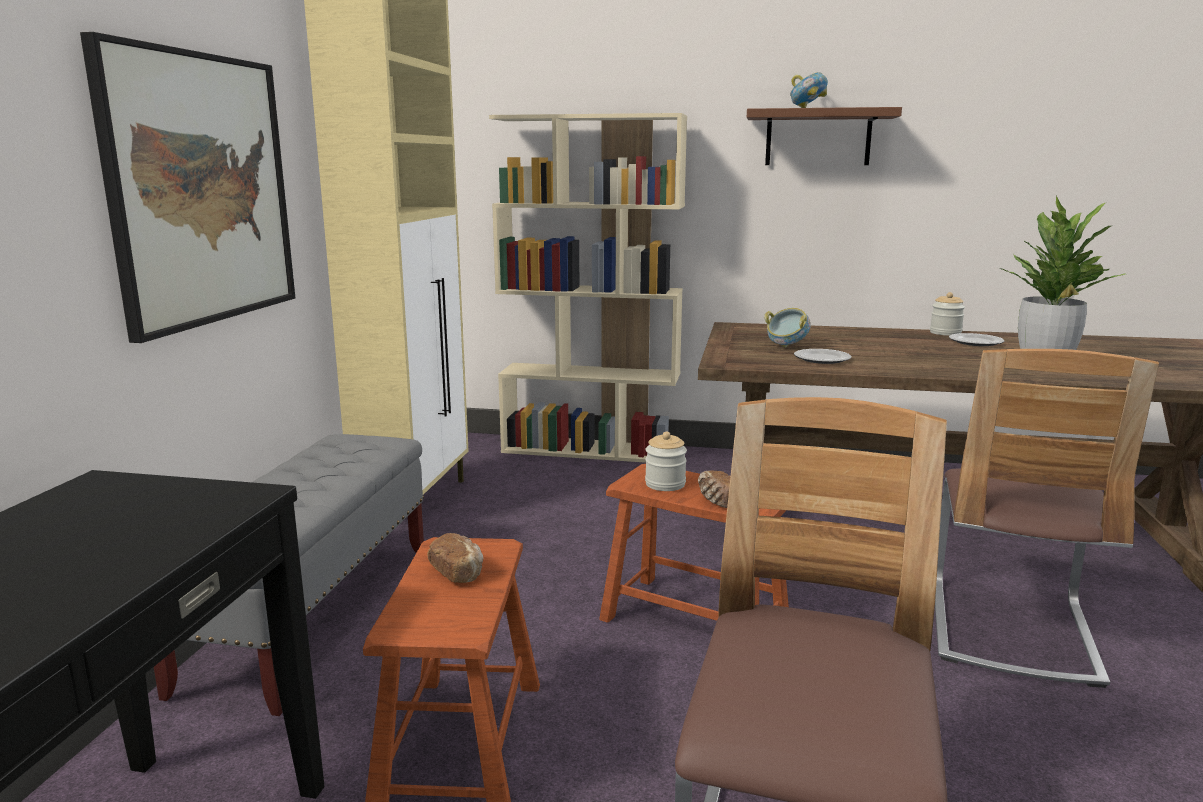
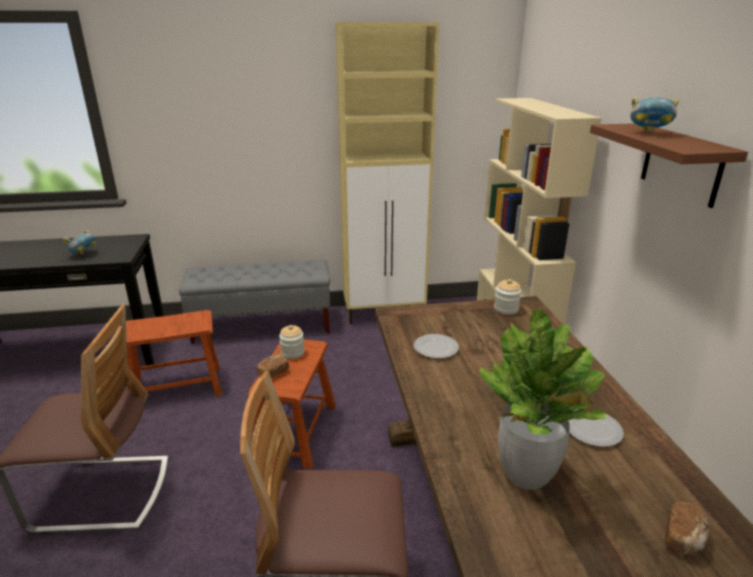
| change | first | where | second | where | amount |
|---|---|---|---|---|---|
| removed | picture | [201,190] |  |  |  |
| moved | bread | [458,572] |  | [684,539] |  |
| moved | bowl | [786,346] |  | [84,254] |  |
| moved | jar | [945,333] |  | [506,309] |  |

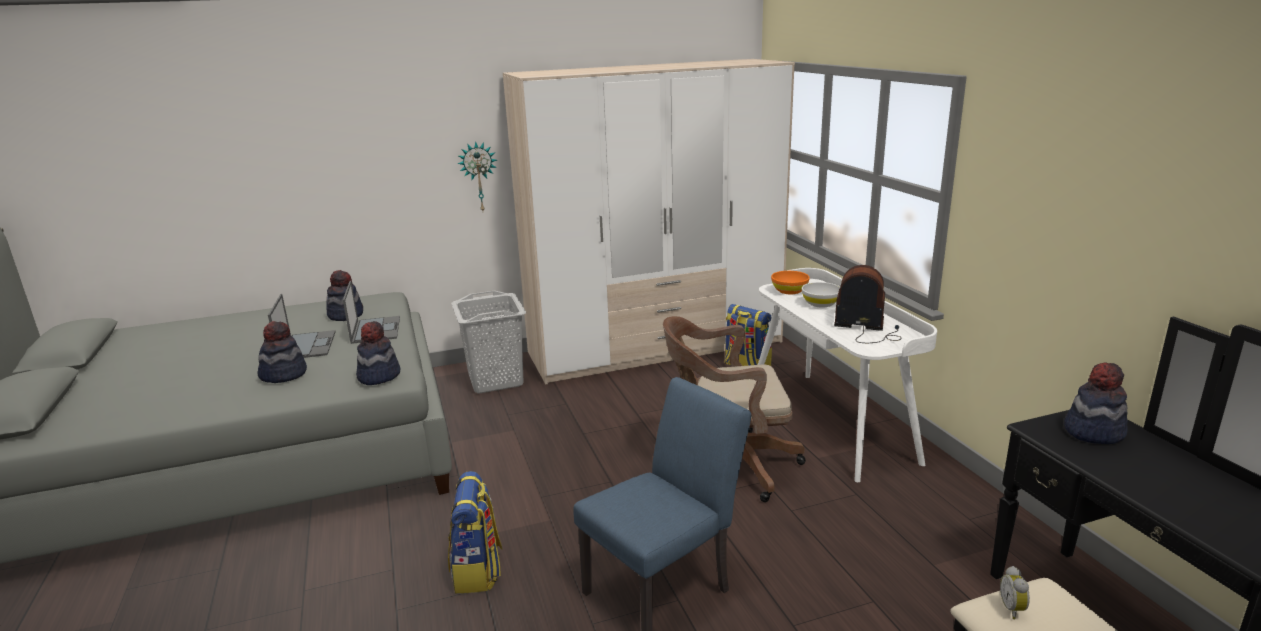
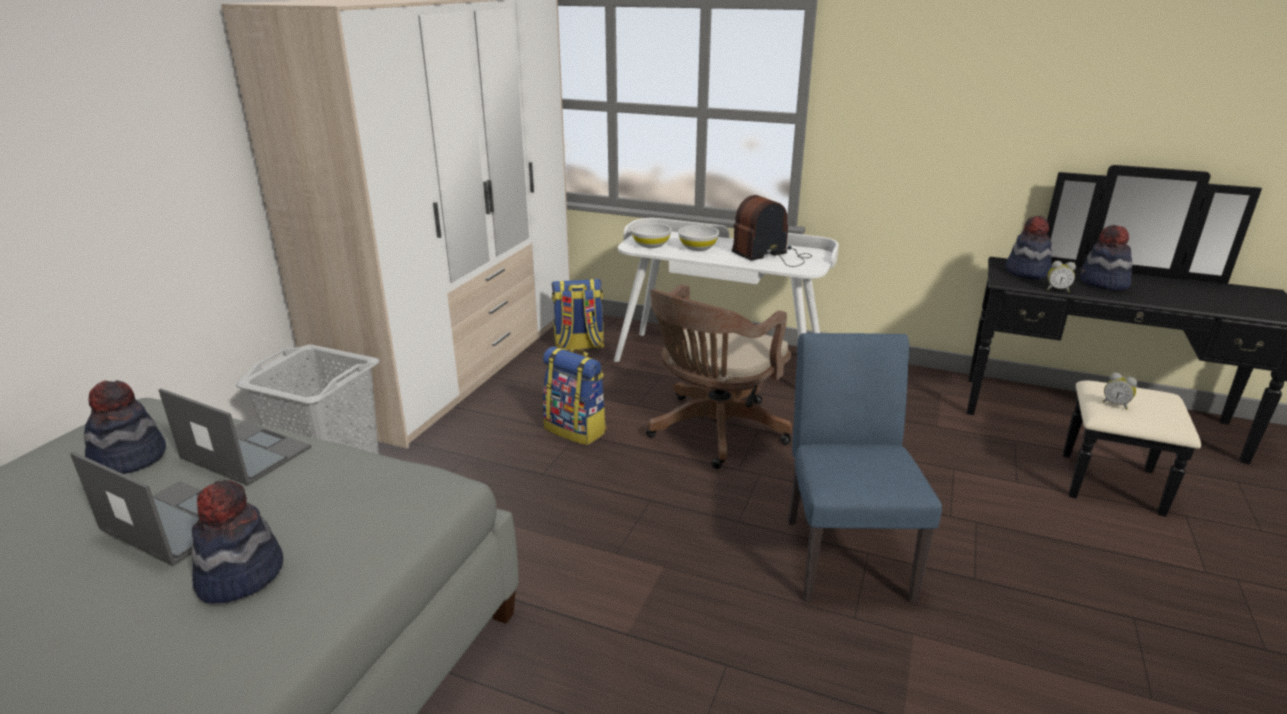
| change | first | where | second | where | amount |
|---|---|---|---|---|---|
| removed | wall clock | [478,177] |  |  |  |
| added |  |  | alarm clock | [1057,289] |  |
| moved | hat | [378,376] |  | [1103,283] |  |
| moved | backpack | [478,571] |  | [576,430] |  |
| recoloured | orange bowl | [789,291] | white bowl | [651,245] |  |

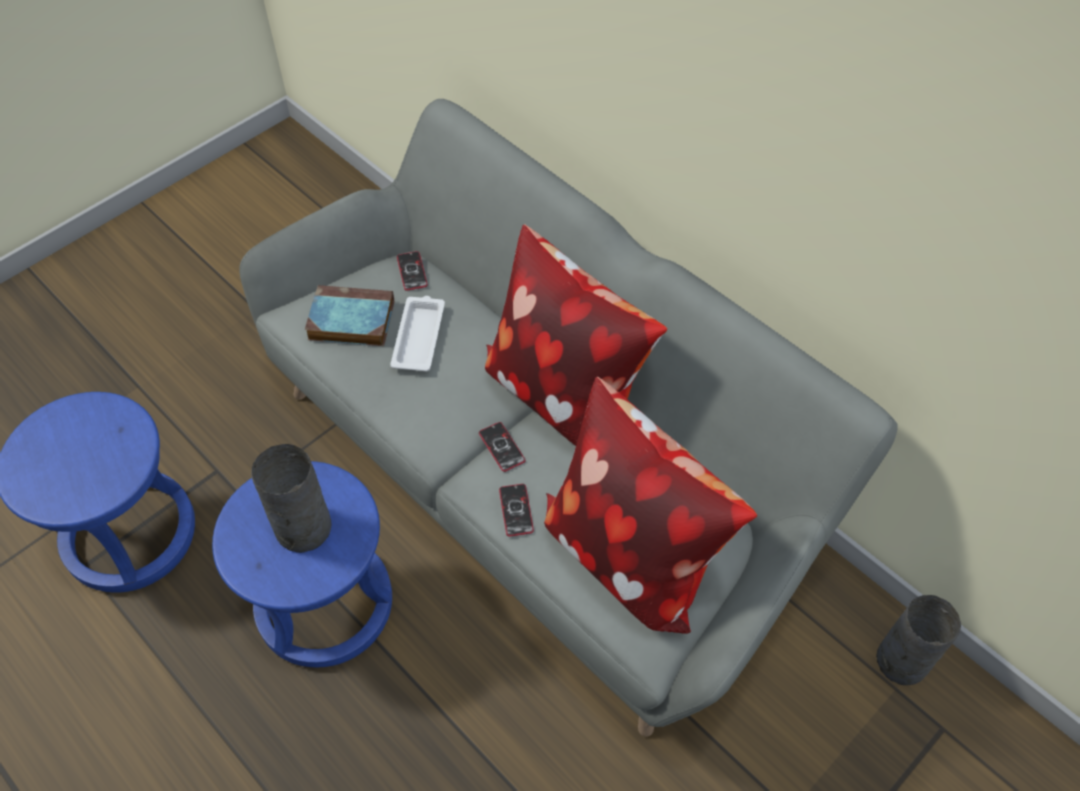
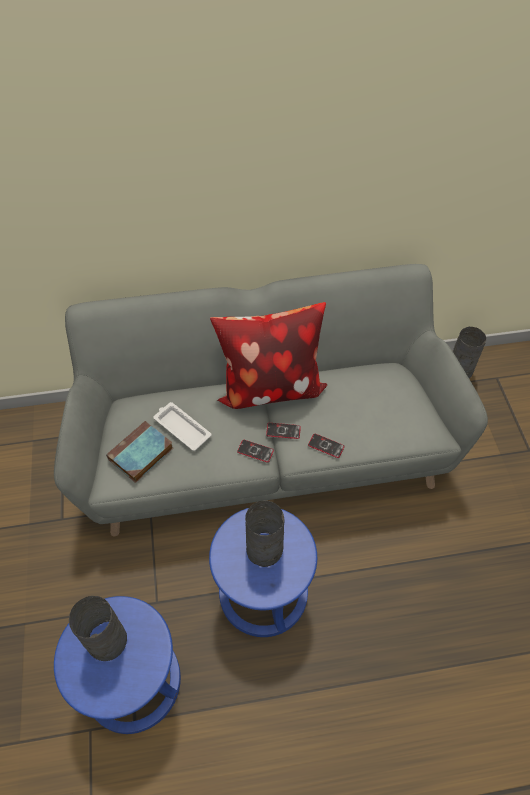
| change | first | where | second | where | amount |
|---|---|---|---|---|---|
| removed | pillow | [631,551] |  |  |  |
| added |  |  | grey vase | [106,641] |  |
| moved | phone | [412,271] |  | [255,451] |  |

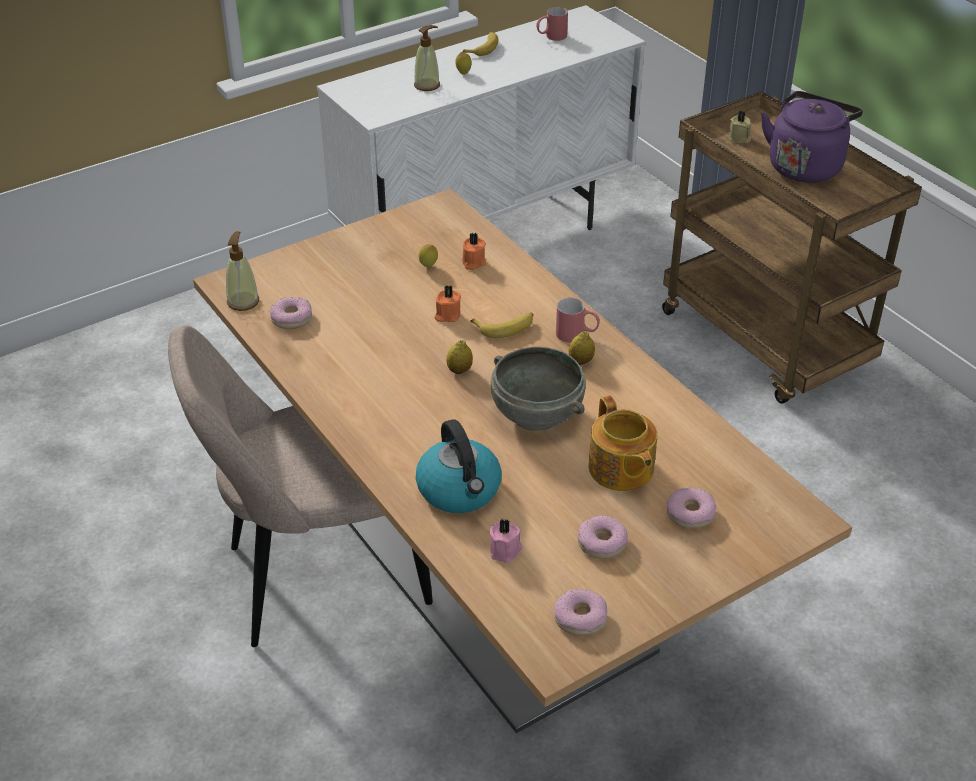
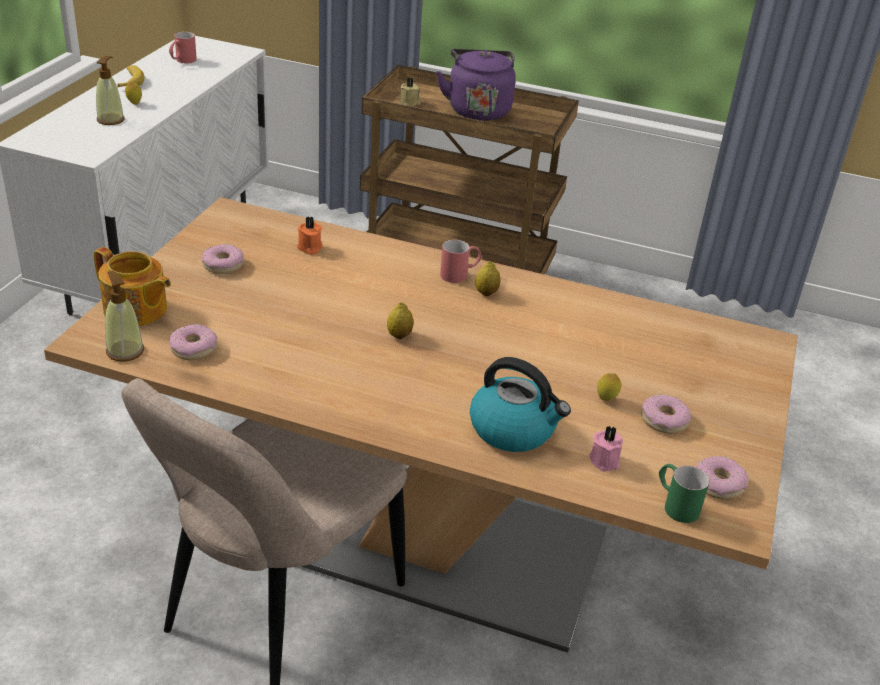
| change | first | where | second | where | amount |
|---|---|---|---|---|---|
| removed | orange candle | [447,315] |  |  |  |
| removed | banana | [505,327] |  |  |  |
| removed | grey bowl | [535,414] |  |  |  |
| added |  |  | green mug | [675,504] |  |
| moved | lemon | [428,266] |  | [606,399] |  |
| moved | teapot | [621,469] |  | [136,310] |  |
| moved | donut | [690,513] |  | [223,265] |  |

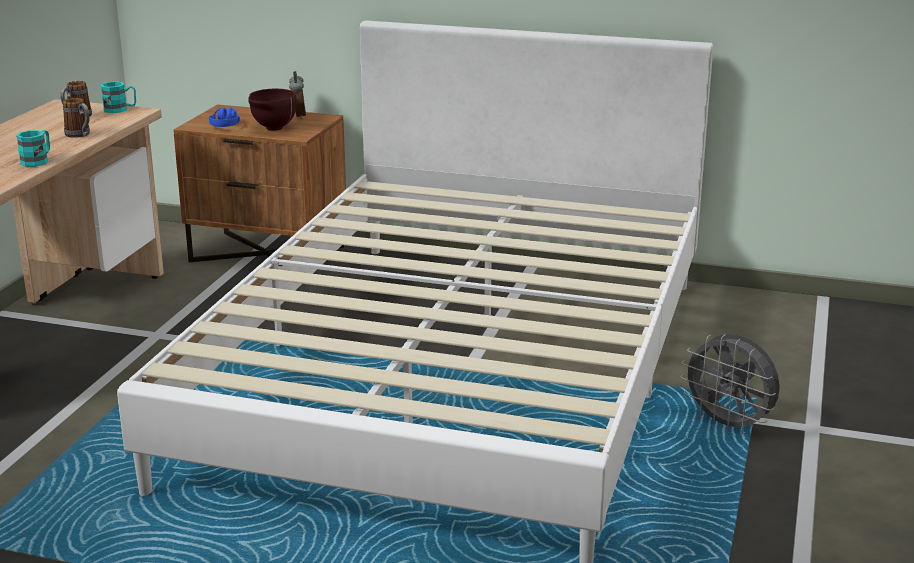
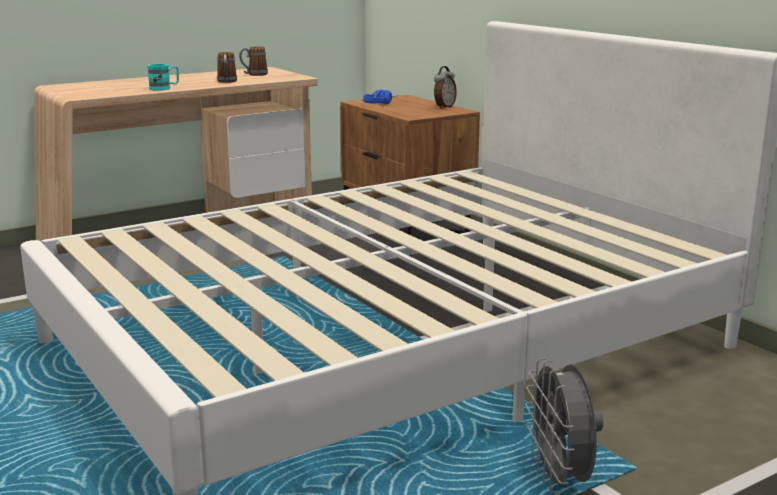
| change | first | where | second | where | amount |
|---|---|---|---|---|---|
| removed | turquoise mug | [120,110] |  |  |  |
| removed | brown bowl | [272,129] |  |  |  |

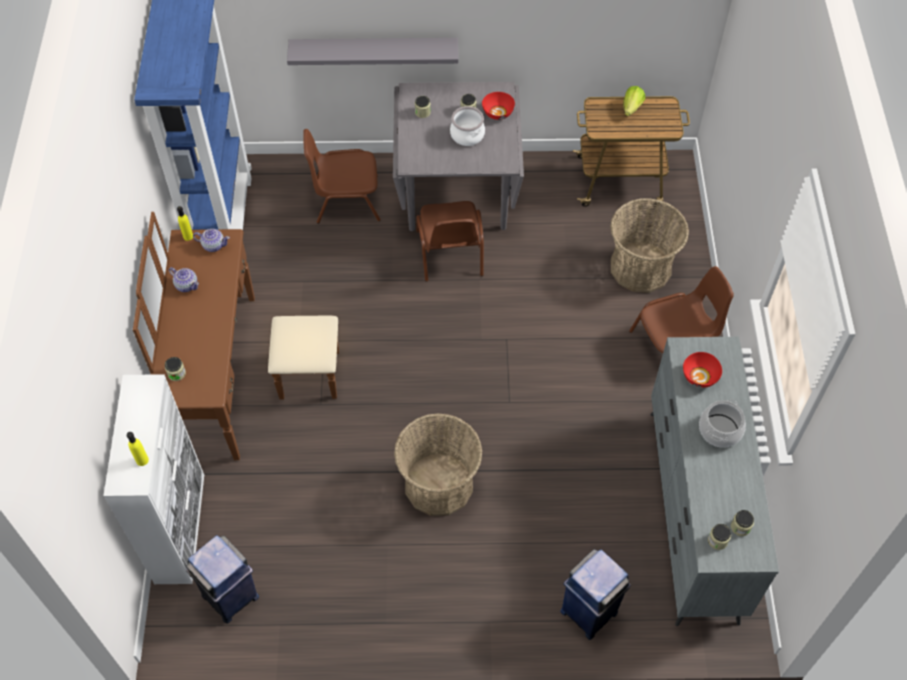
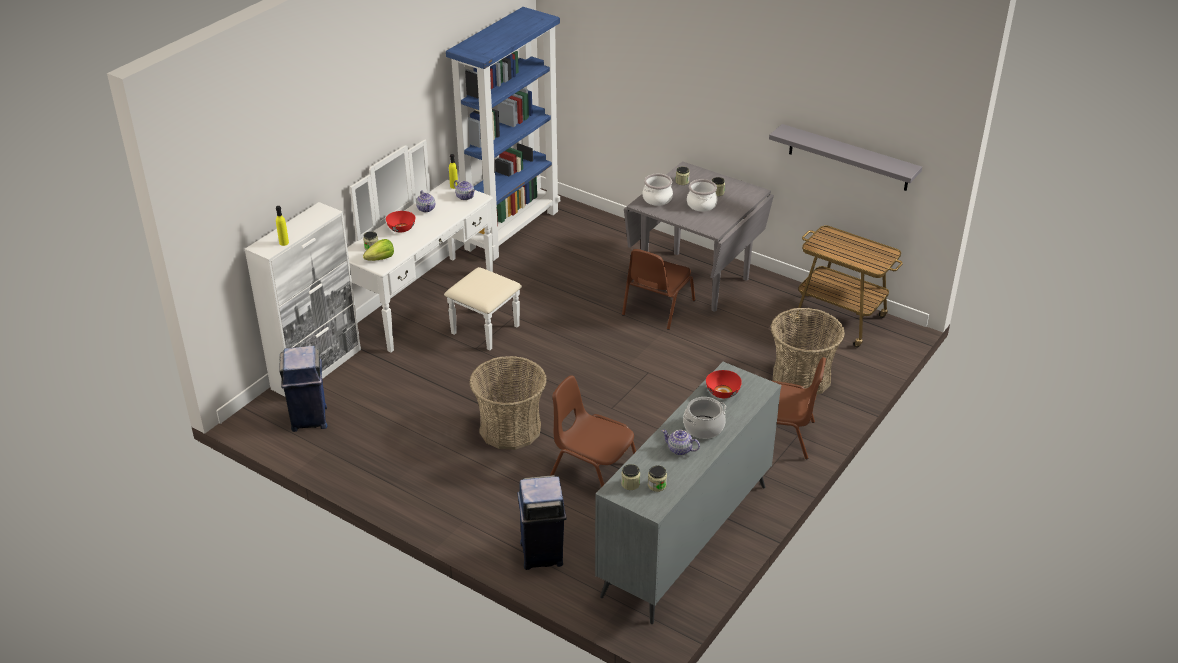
| change | first | where | second | where | amount |
|---|---|---|---|---|---|
| added |  |  | cooking pot | [657,199] |  |
| added |  |  | teapot | [680,450] |  |
| moved | grey shelf | [374,51] |  | [848,158] |  |
| moved | brown chair | [346,199] |  | [593,469] |  |
| moved | red bowl | [497,113] |  | [401,229] |  |
| moved | lettuce | [631,108] |  | [381,259] |  |
| recoloured | brown dresser | [237,374] | white dresser | [437,308] |  |

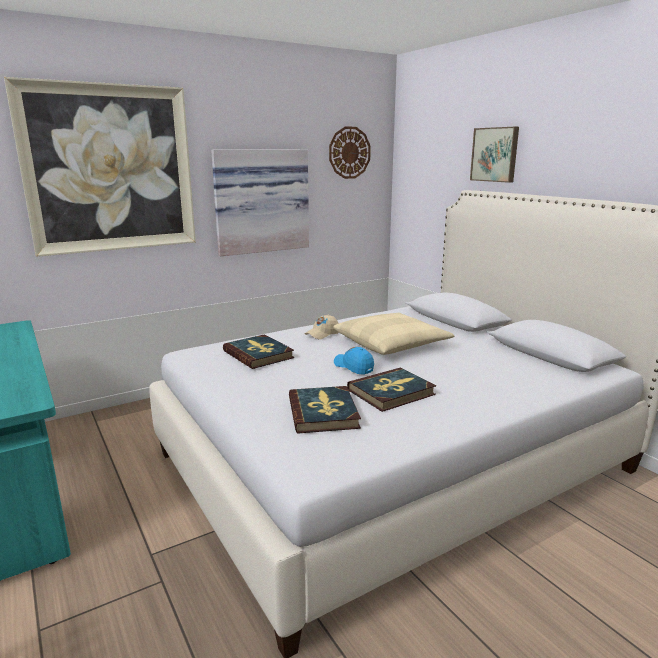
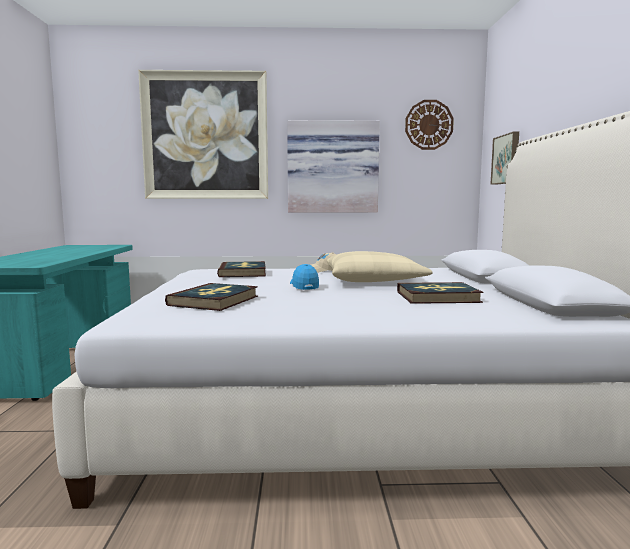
| change | first | where | second | where | amount |
|---|---|---|---|---|---|
| moved | book | [391,392] |  | [437,297] |  |
| moved | picture | [495,154] |  | [507,159] |  |

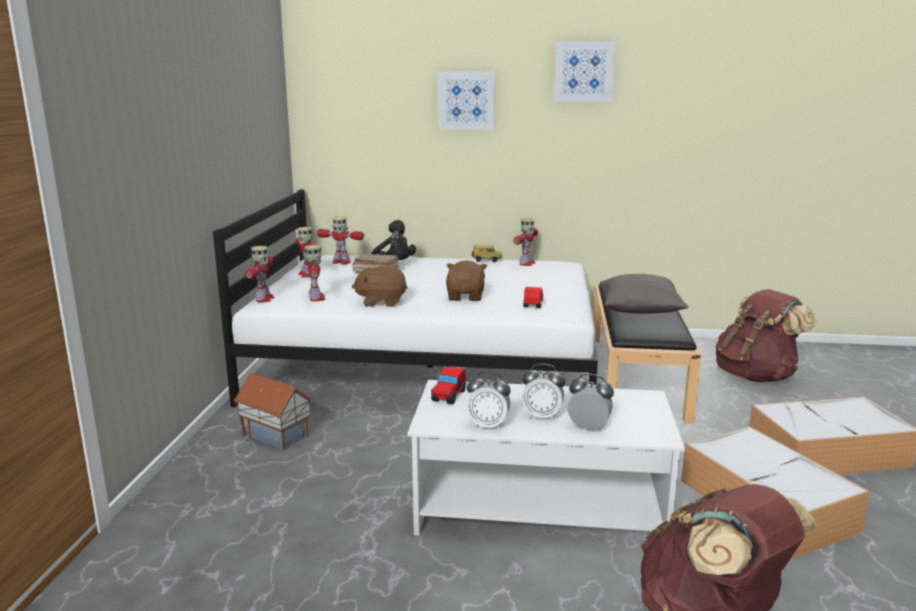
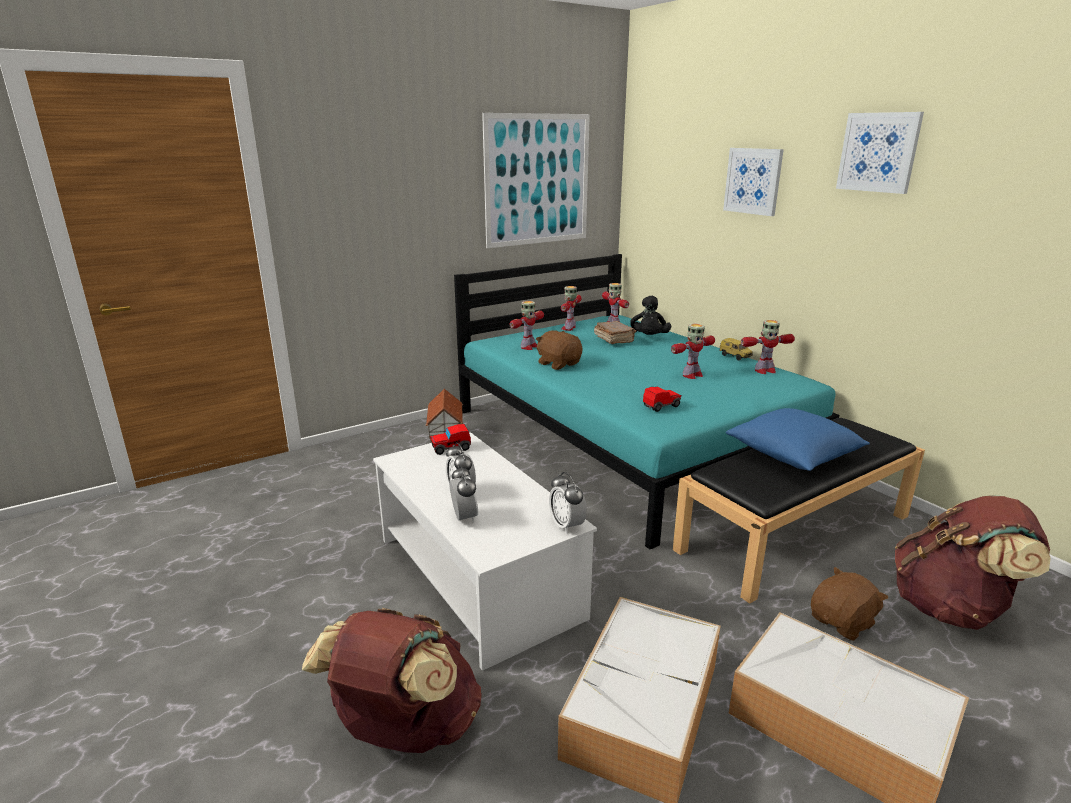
| change | first | where | second | where | amount |
|---|---|---|---|---|---|
| added |  |  | picture | [537,180] |  |
| moved | toy robot | [263,299] |  | [691,375] |  |
| moved | brown plush toy | [466,297] |  | [842,622] |  |
| moved | alarm clock | [488,425] |  | [567,525] |  |
| recoloured | white bed | [427,366] | turquoise bed | [627,439] |  |
| recoloured | grey pillow | [640,311] | blue pillow | [793,457] |  |

